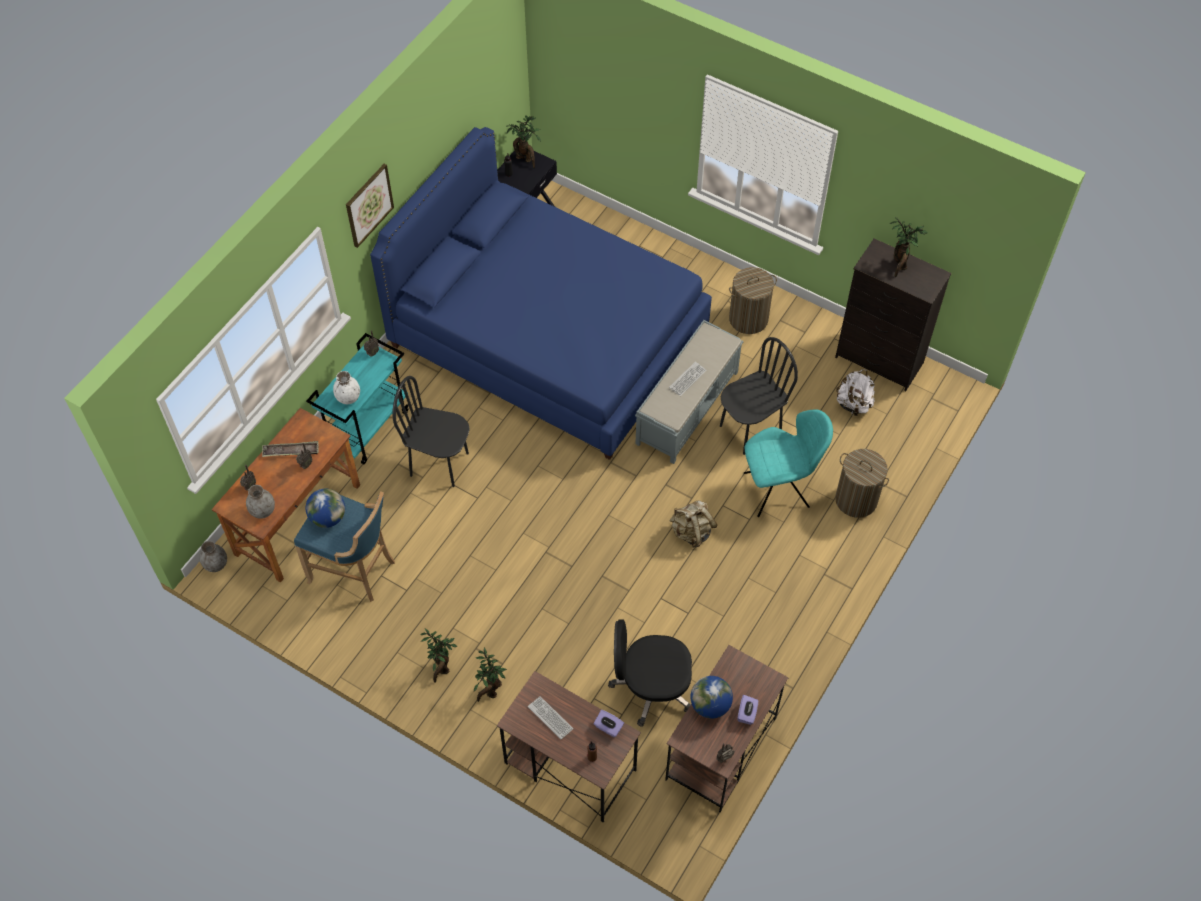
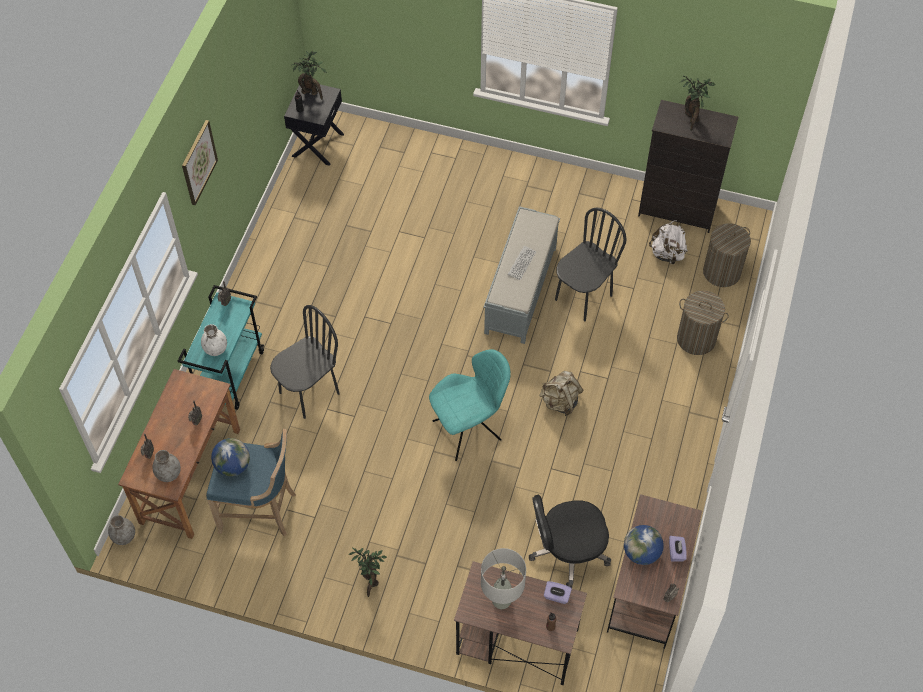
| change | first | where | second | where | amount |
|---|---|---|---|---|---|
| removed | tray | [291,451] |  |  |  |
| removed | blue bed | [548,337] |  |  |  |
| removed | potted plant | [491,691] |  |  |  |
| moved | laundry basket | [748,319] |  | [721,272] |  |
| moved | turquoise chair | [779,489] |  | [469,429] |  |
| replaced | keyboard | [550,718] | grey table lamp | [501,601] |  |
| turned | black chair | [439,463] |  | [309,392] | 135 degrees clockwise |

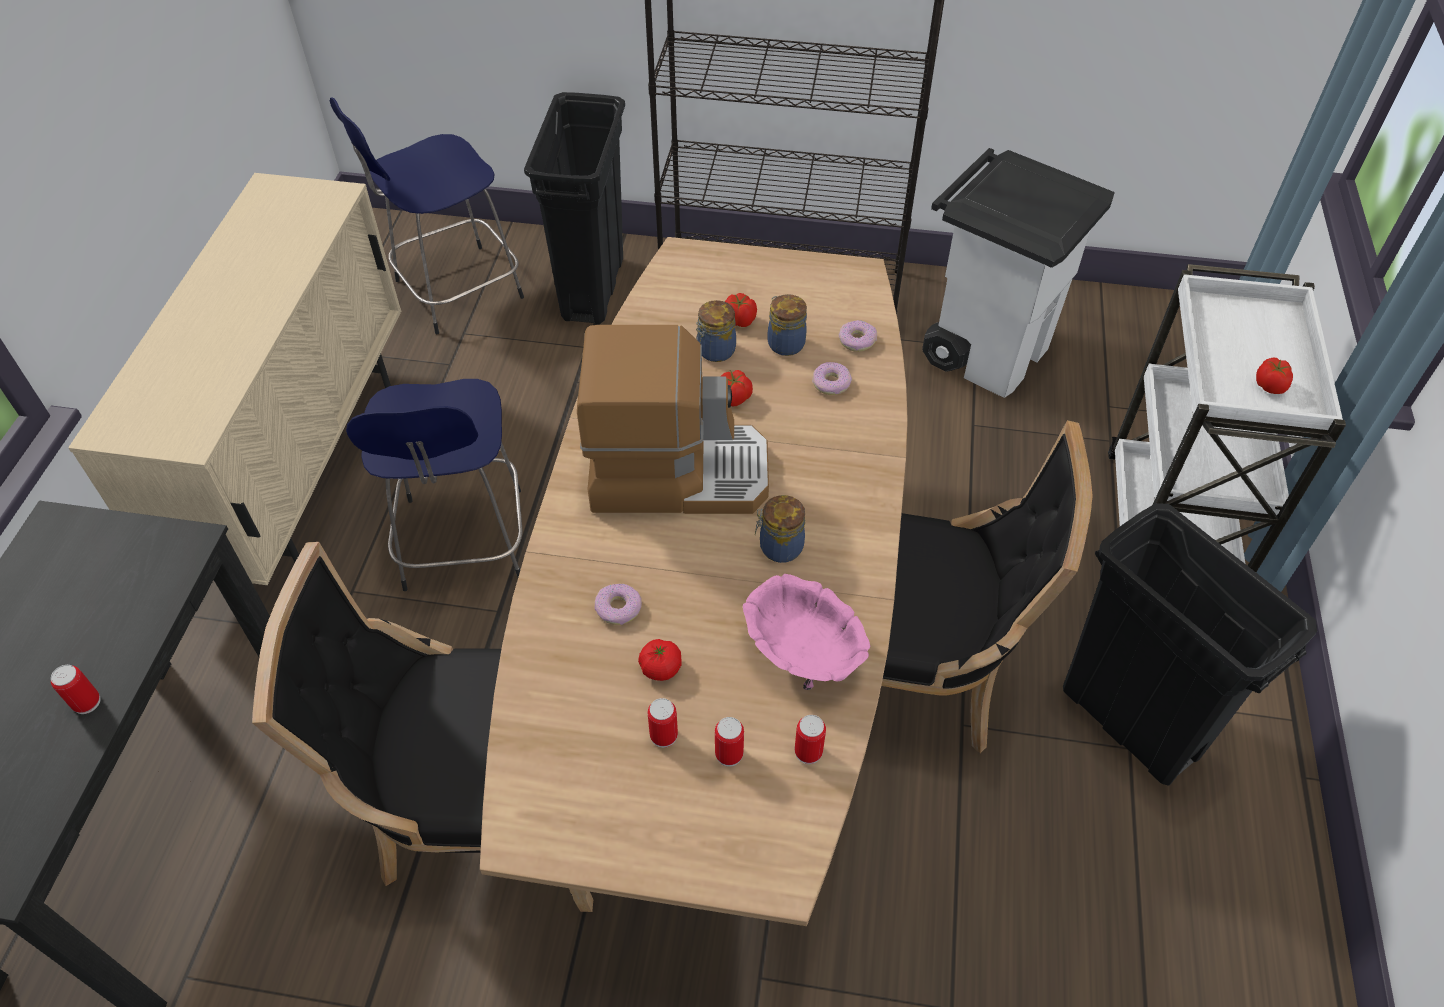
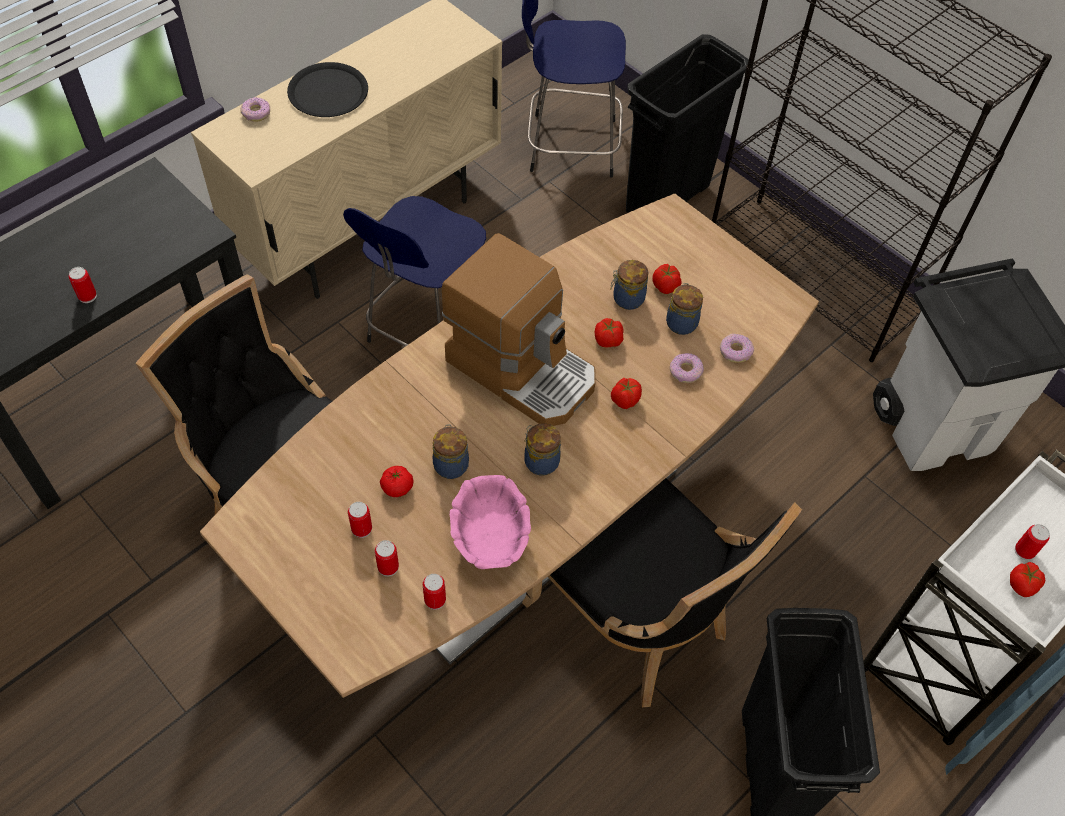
| change | first | where | second | where | amount |
|---|---|---|---|---|---|
| added |  |  | black plate | [328,91] |  |
| added |  |  | jar | [451,464] |  |
| added |  |  | tomato | [624,400] |  |
| added |  |  | can | [1024,551] |  |
| moved | donut | [618,609] |  | [256,113] |  |

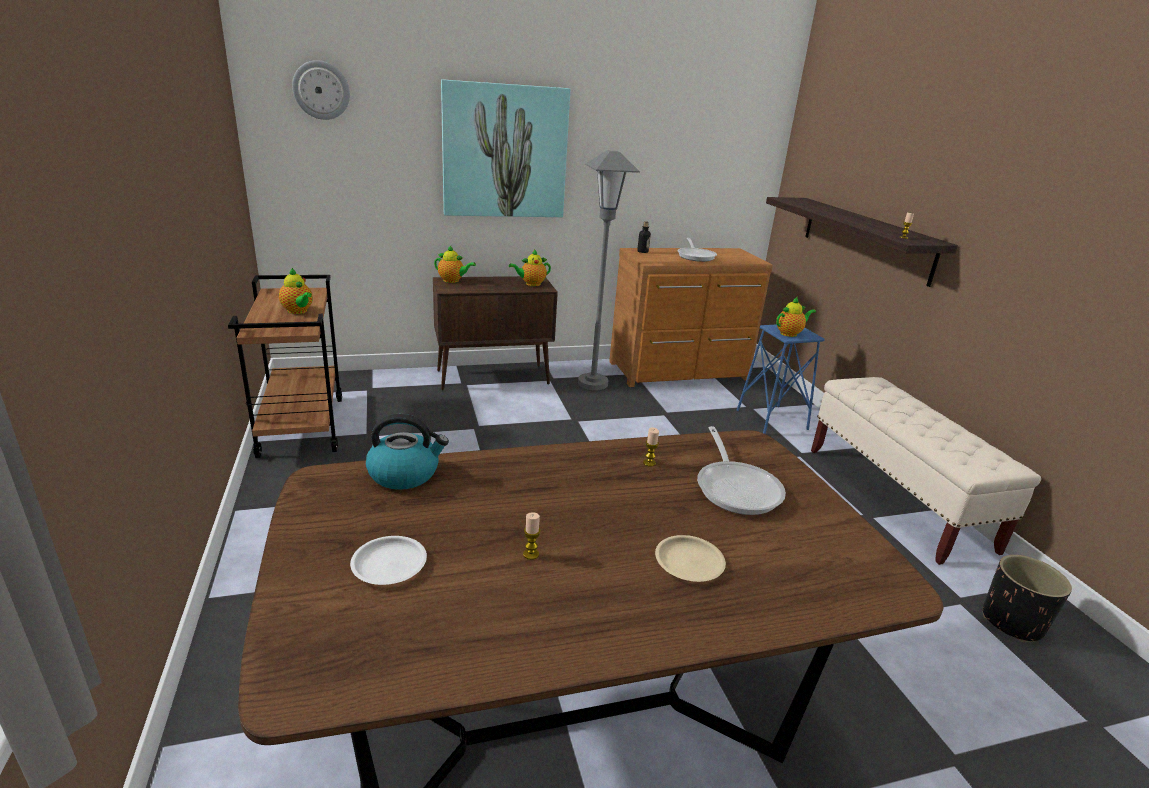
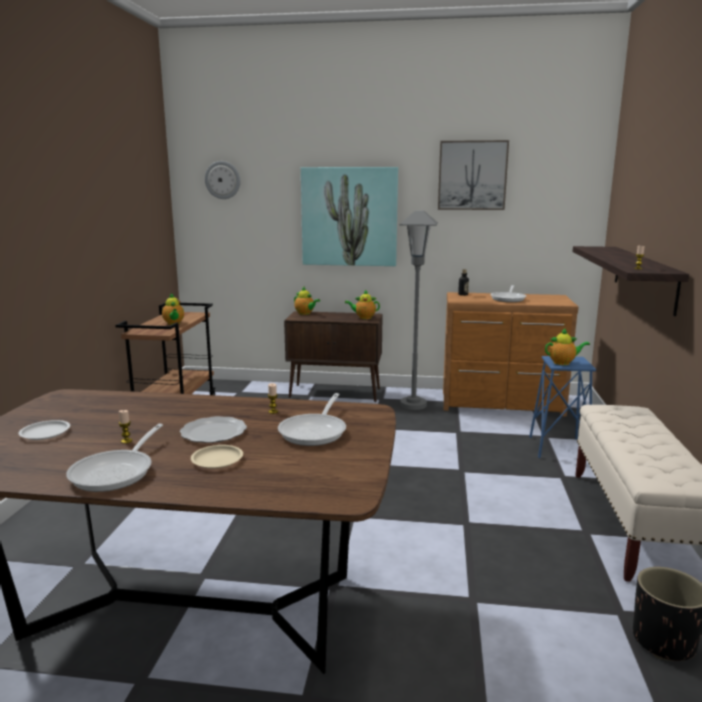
| change | first | where | second | where | amount |
|---|---|---|---|---|---|
| removed | kettle | [405,474] |  |  |  |
| added |  |  | frying pan | [117,472] |  |
| added |  |  | plate | [213,433] |  |
| added |  |  | picture | [472,175] |  |

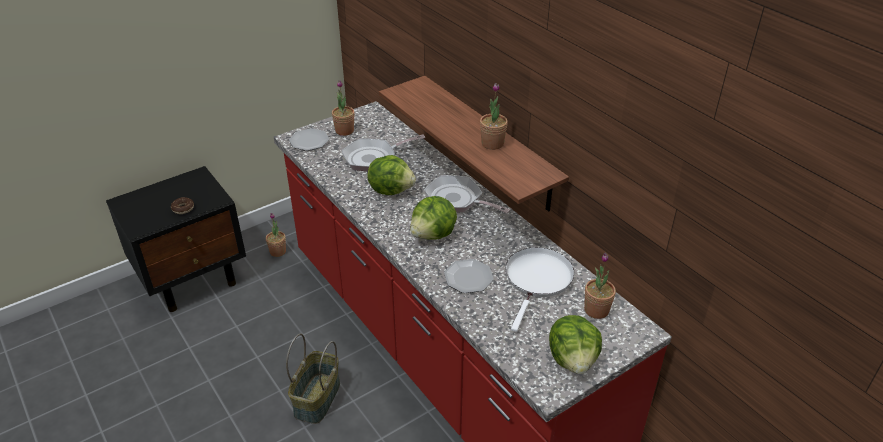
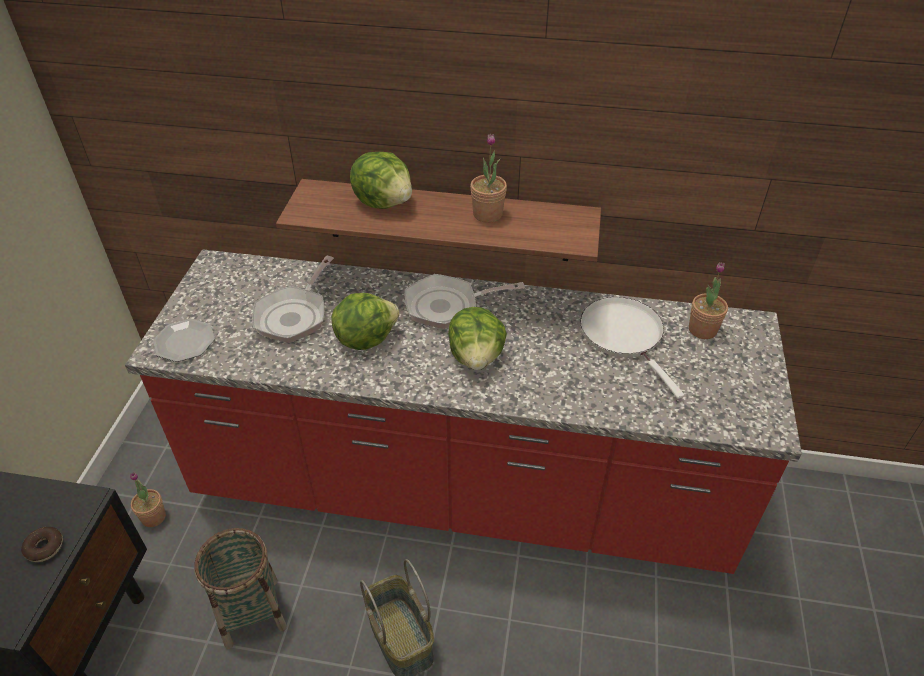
| change | first | where | second | where | amount |
|---|---|---|---|---|---|
| removed | potted plant | [344,131] |  |  |  |
| removed | plate | [468,278] |  |  |  |
| added |  |  | basket | [251,612] |  |
| moved | lettuce | [573,359] |  | [384,202] |  |

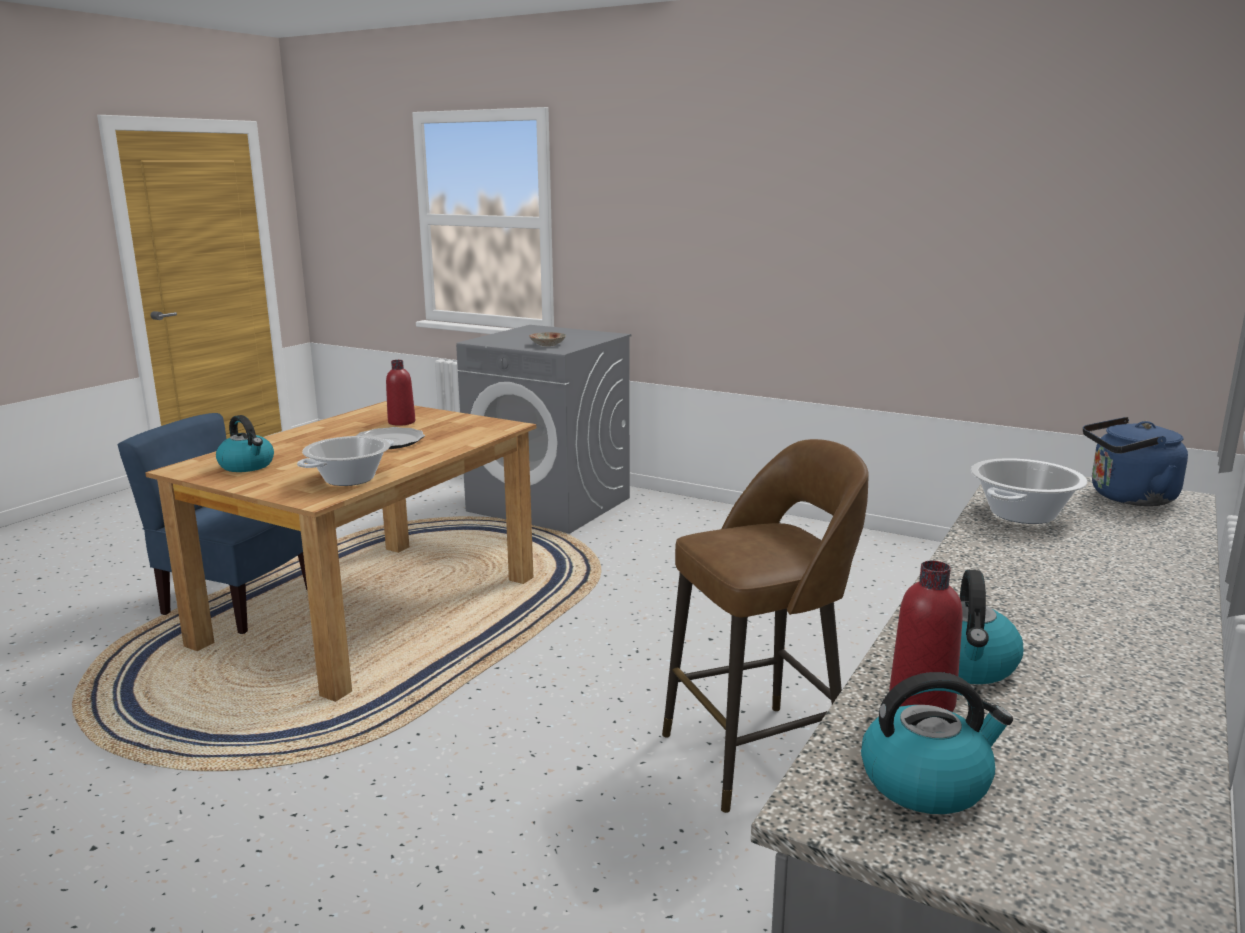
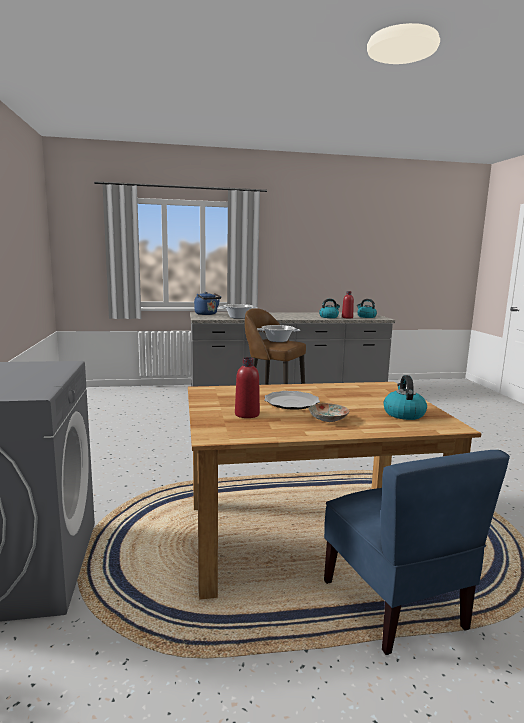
| change | first | where | second | where | amount |
|---|---|---|---|---|---|
| moved | cooking pot | [349,479] |  | [278,340] |  |
| moved | plate | [547,344] |  | [328,419] |  |

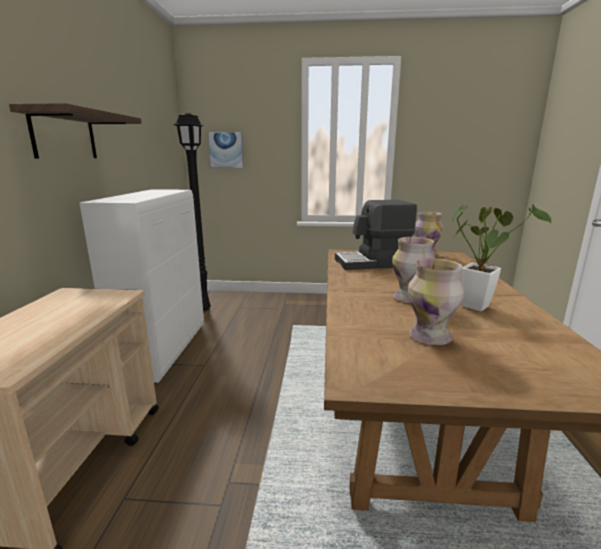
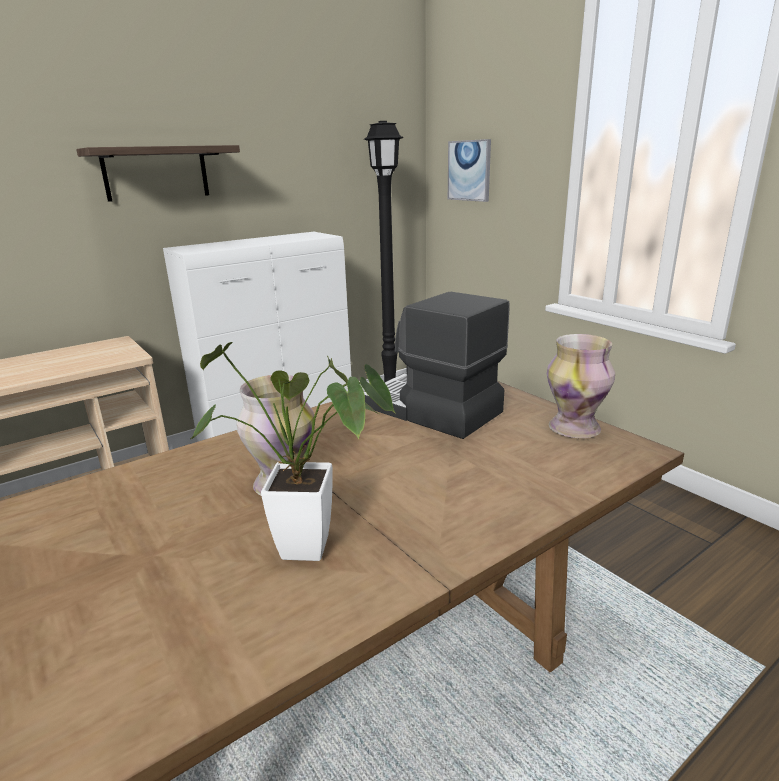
| change | first | where | second | where | amount |
|---|---|---|---|---|---|
| removed | vase | [430,337] |  |  |  |

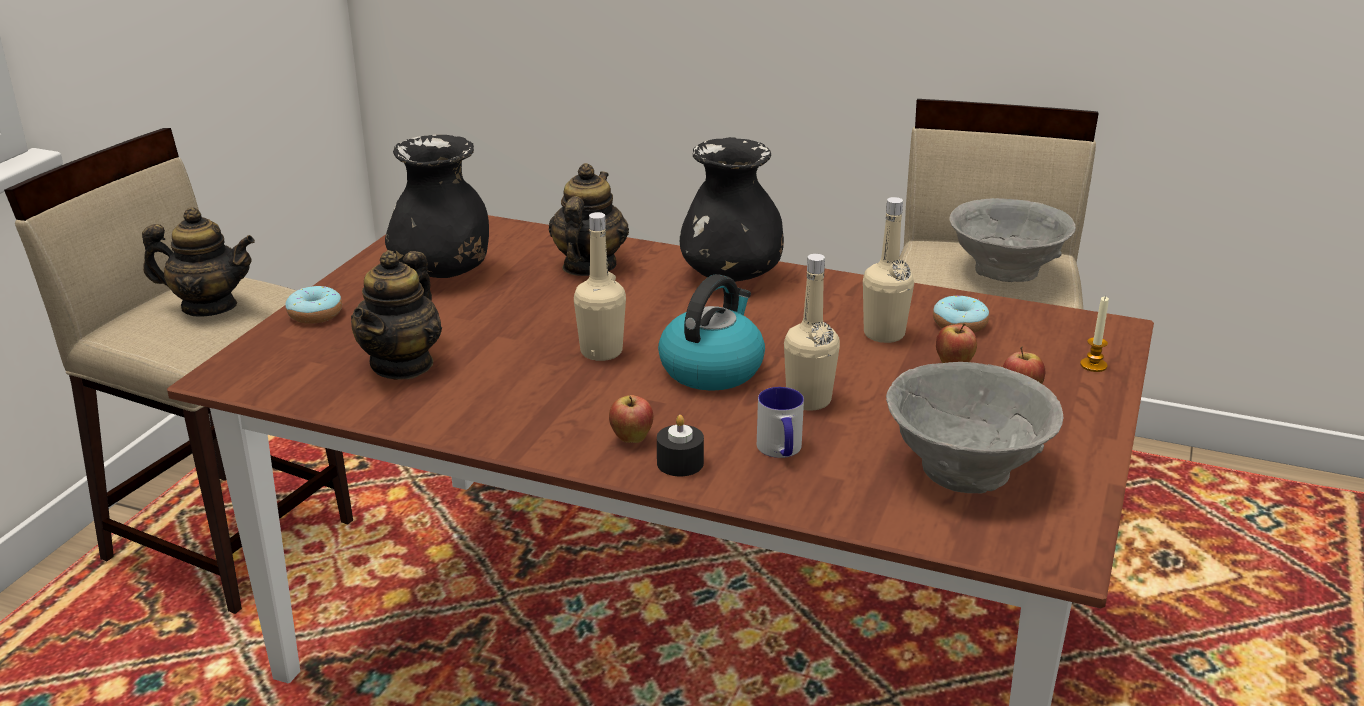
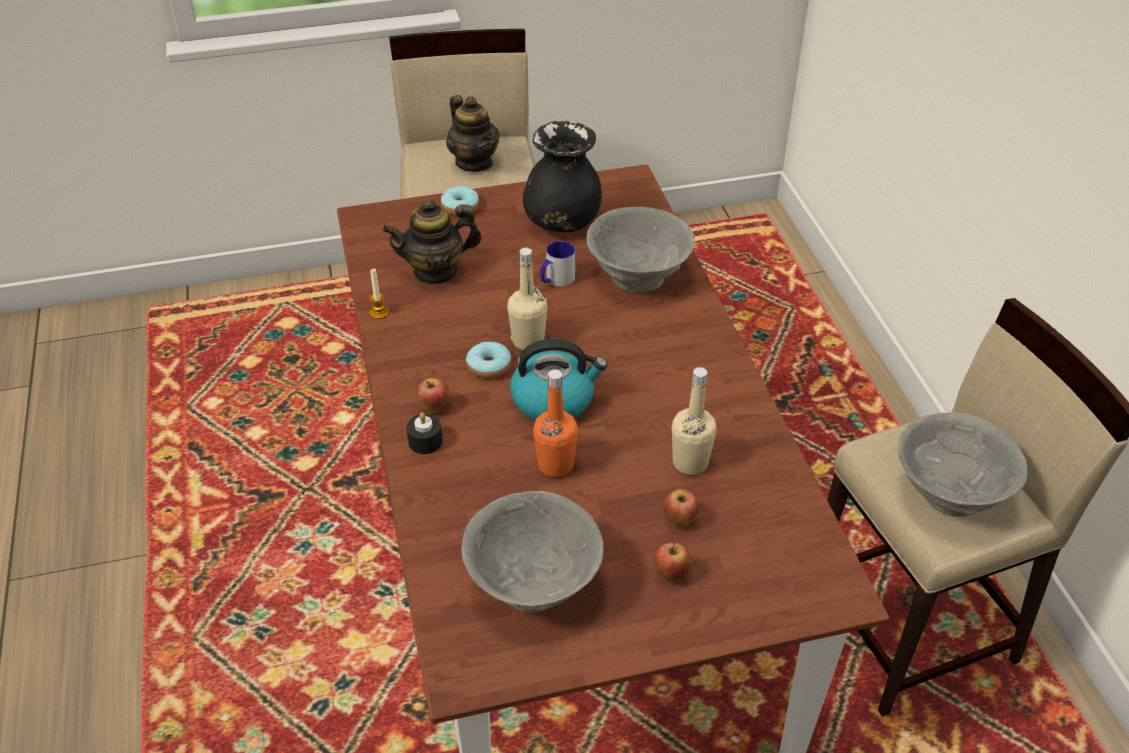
| change | first | where | second | where | amount |
|---|---|---|---|---|---|
| removed | black vase | [730,276] |  |  |  |
| moved | mug | [781,450] |  | [556,280] |  |
| moved | donut | [959,324] |  | [489,366] |  |
| moved | candle | [1093,365] |  | [379,313] |  |
| replaced | teapot | [588,266] | grey bowl | [638,276] |  |
| recoloured | beige bottle | [808,400] | orange bottle | [555,465] |  |

